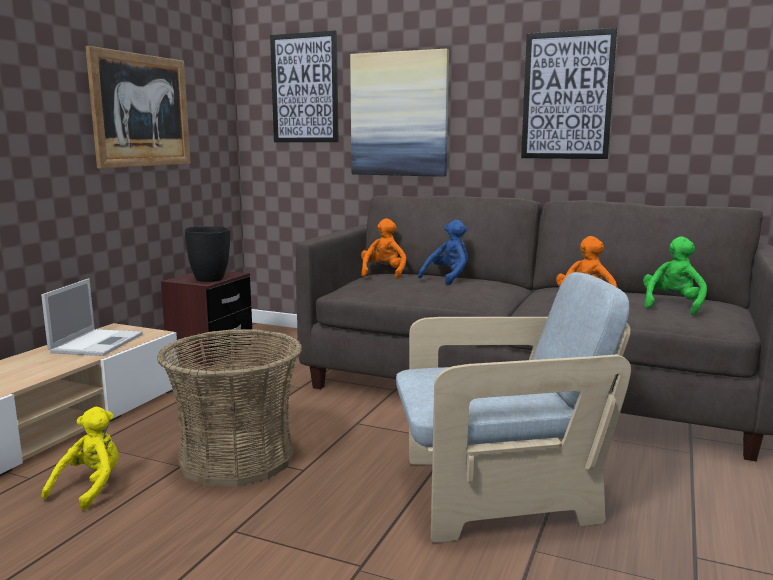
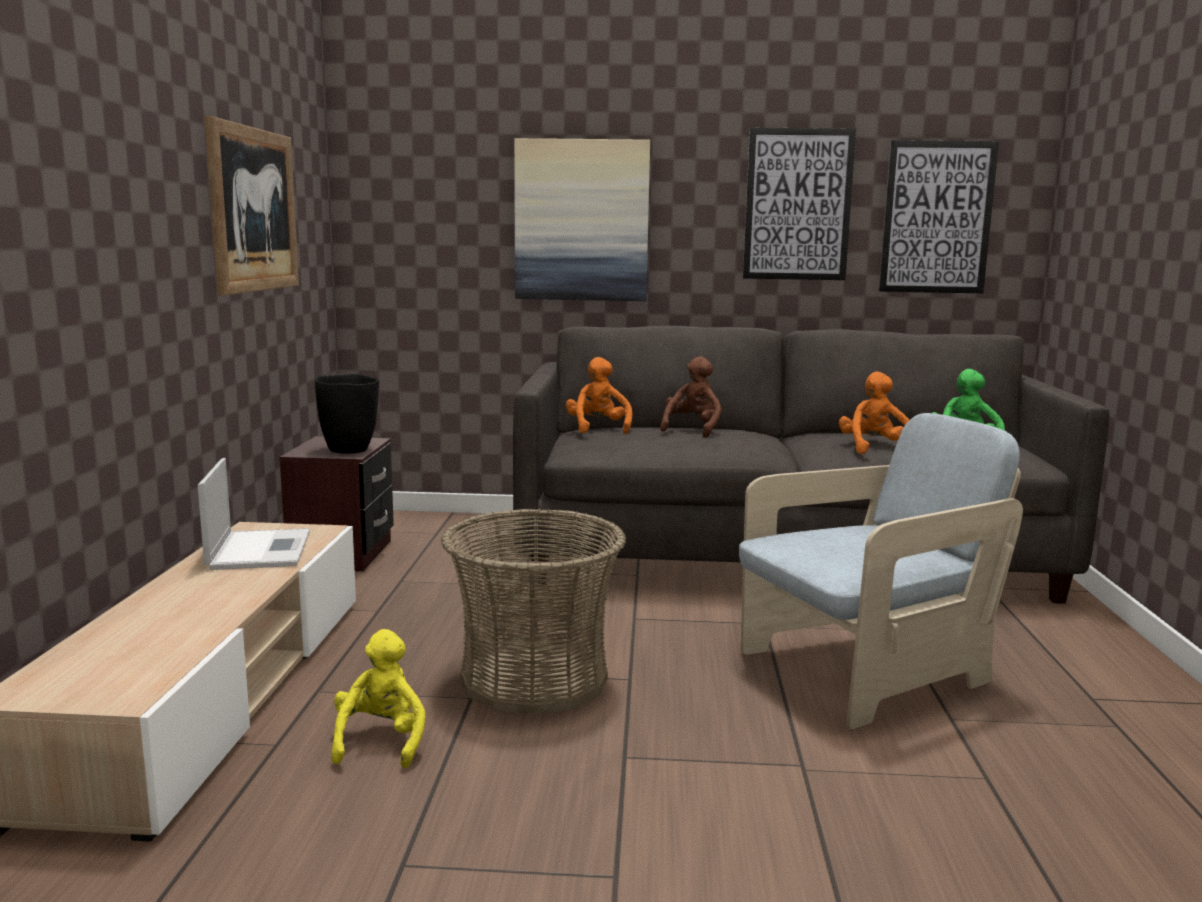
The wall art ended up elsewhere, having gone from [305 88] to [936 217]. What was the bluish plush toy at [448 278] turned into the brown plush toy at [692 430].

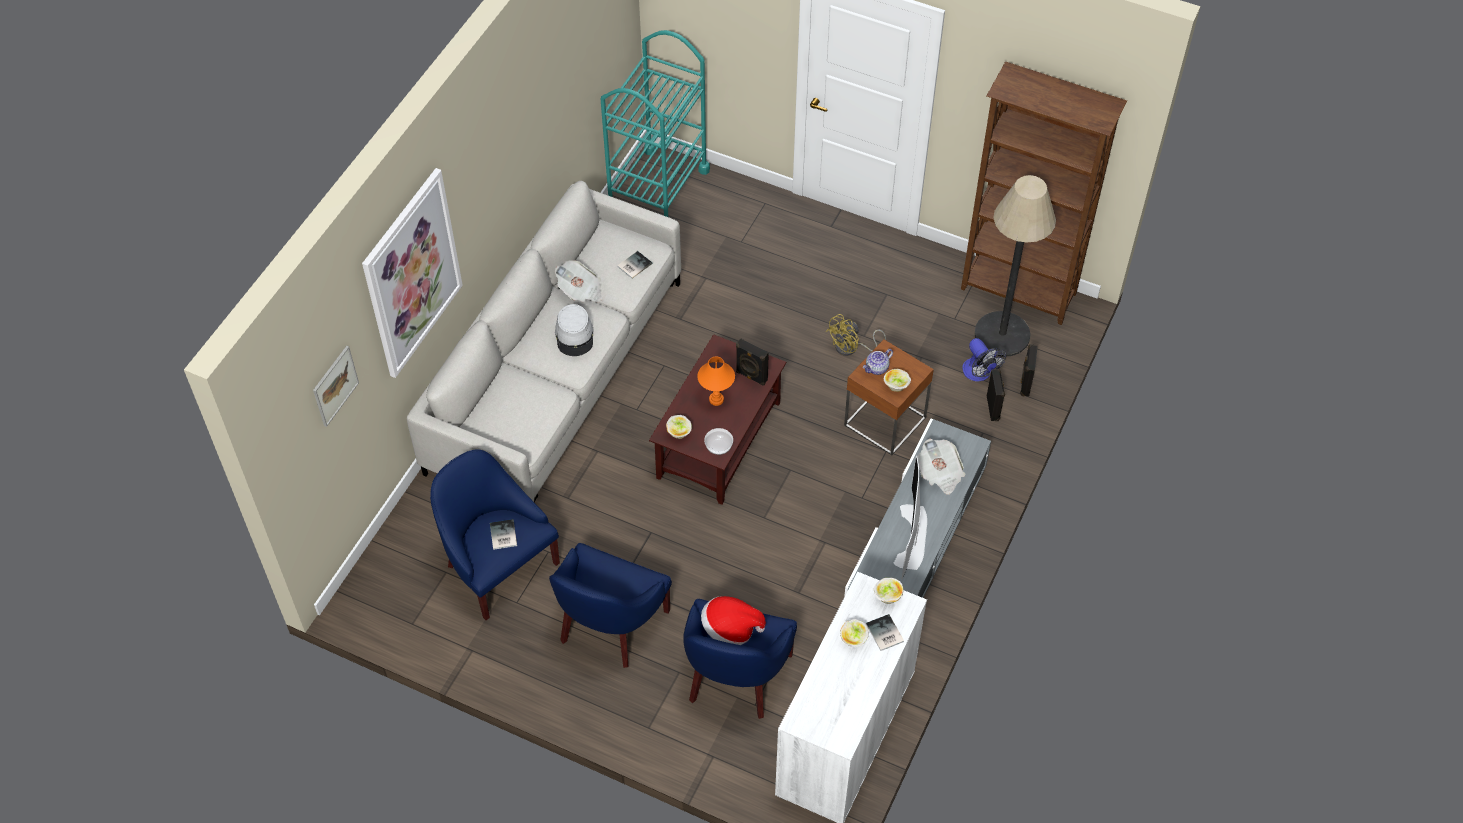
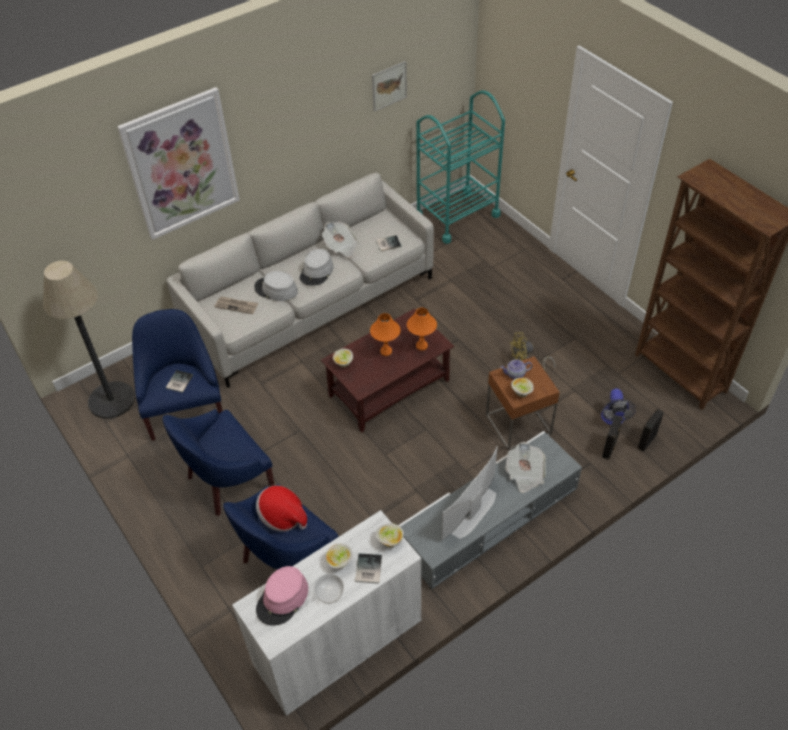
The second view gained the newspaper at [237 306]. The second view gained the grey wearable hat at [276 289]. The second view gained the pink wearable hat at [282 599]. The wall art ended up elsewhere, having gone from [335 385] to [389 86]. The deep dish ended up elsewhere, having gone from [718 446] to [329 592]. The standard lamp ended up elsewhere, having gone from [1002 334] to [111 400]. Where the blackish loudspeaker stood at [751 376], the orangey table lamp came to stand at [421 346].

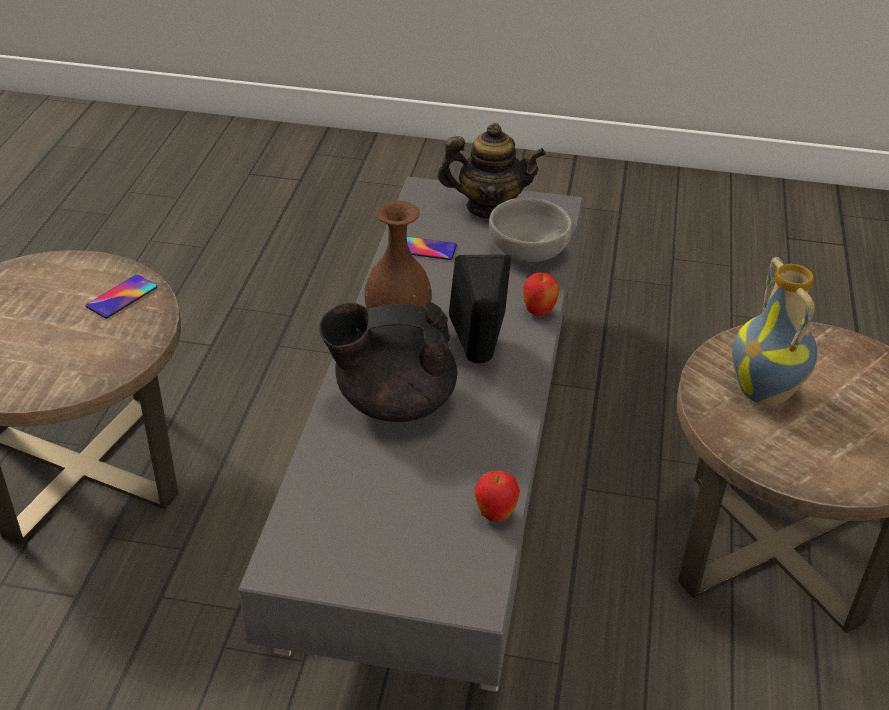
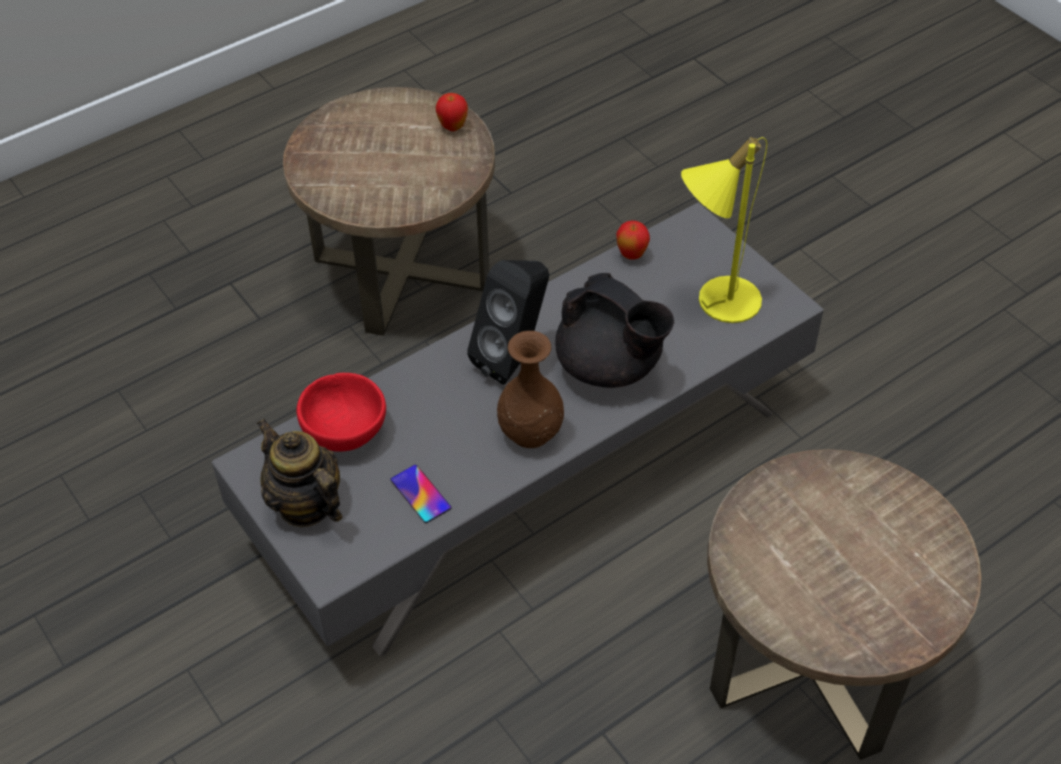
The second view lost the phone at [122 297]. The second view lost the flower vase at [766 392]. The second view gained the yellow-coloured table lamp at [716 299]. The whole apple ended up elsewhere, having gone from [538 312] to [452 127]. What was the grey deep dish at [528 250] turned into the red-coloured deep dish at [343 432].

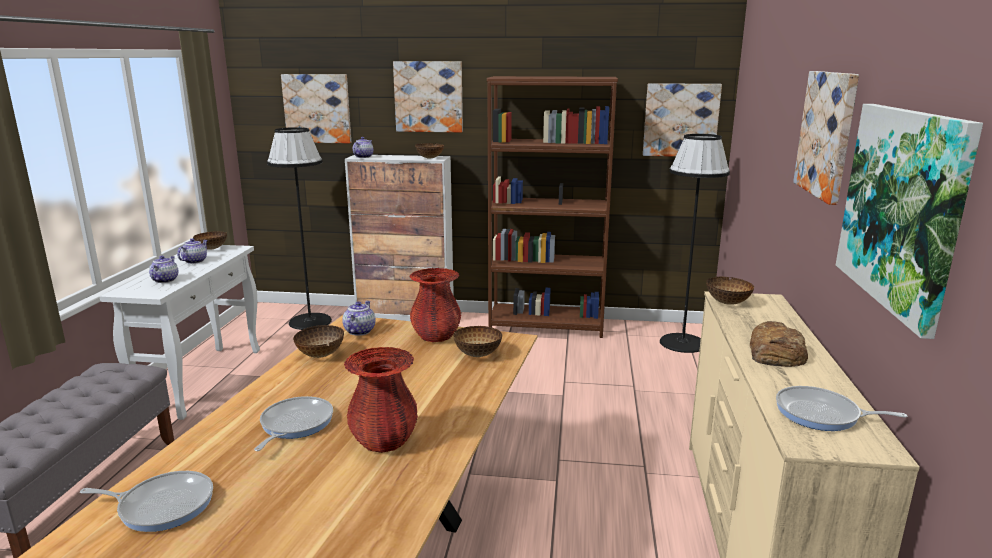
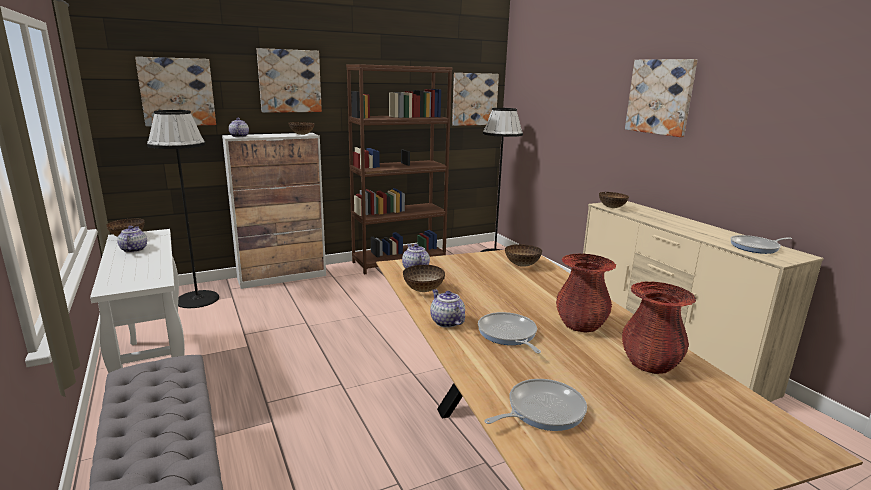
The second view lost the bread at [775 353]. The second view lost the wall art at [902 208]. The pot for tea ended up elsewhere, having gone from [165 280] to [446 322]. The red-coloured flower vase ended up elsewhere, having gone from [436 336] to [649 364].

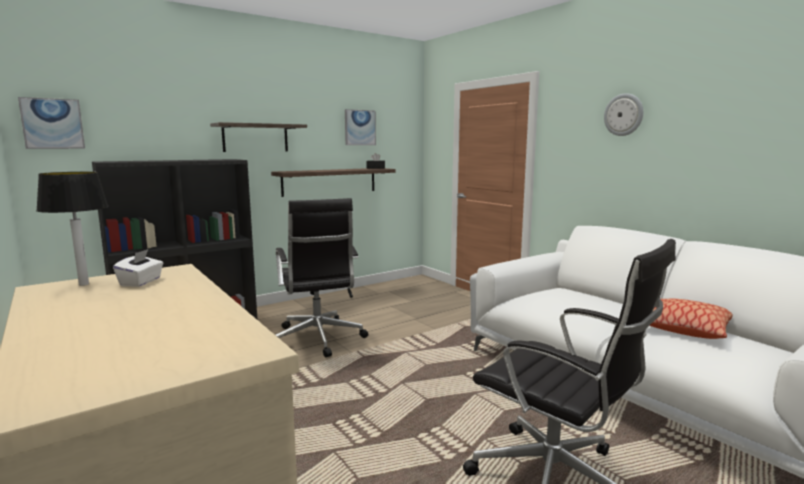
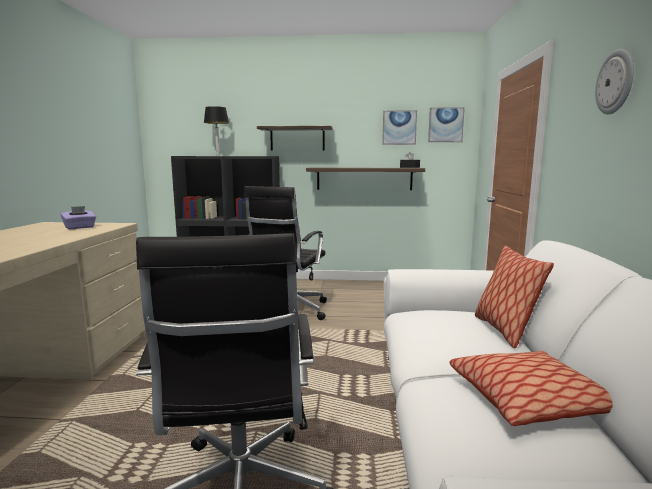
The second view gained the throw pillow at [504 330]. The wall art ended up elsewhere, having gone from [52 123] to [445 125]. The table lamp ended up elsewhere, having gone from [84 284] to [218 156]. What was the whitish tissue holder at [141 282] turned into the purplish tissue holder at [80 227].

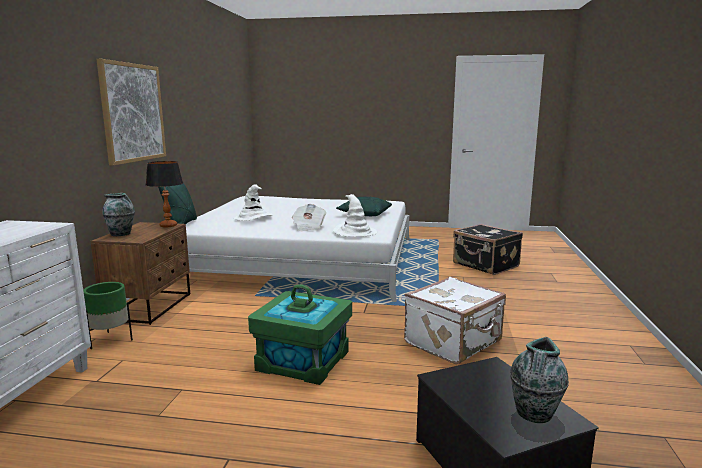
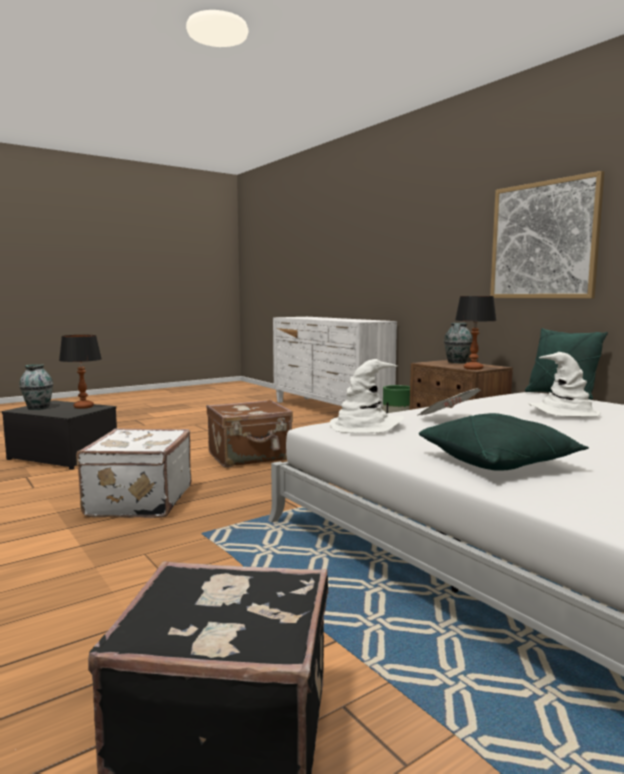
The second view gained the table lamp at [83 407]. Where the green storage bin stood at [303 361], the brown piece of luggage came to stand at [250 457].

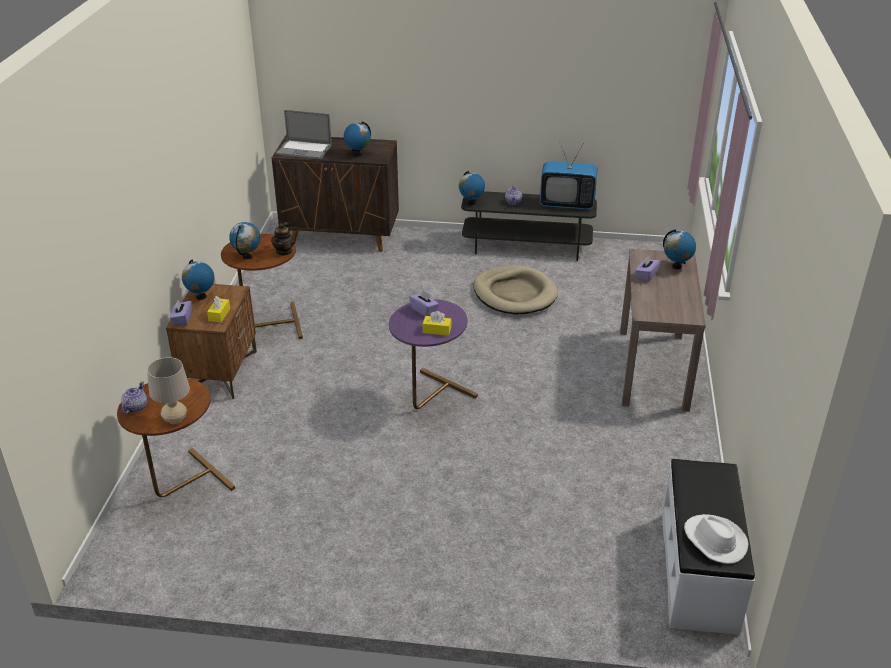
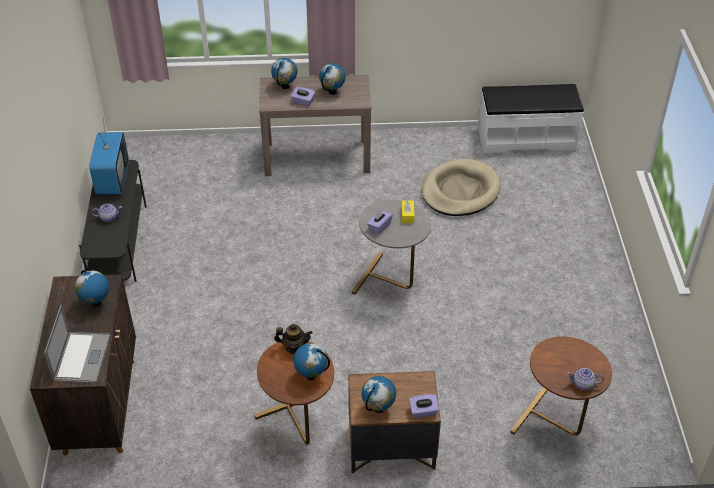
The second view lost the beige-coloured table lamp at [175 419]. The second view lost the yellow-coloured tissue holder at [219 314]. The second view lost the whitish wearable hat at [714 540]. The desk globe ended up elsewhere, having gone from [471 203] to [332 92]. The beige-coloured dog cushion ended up elsewhere, having gone from [515 294] to [460 191]. What was the purplish end table at [429 399] turned into the grey end table at [391 283].

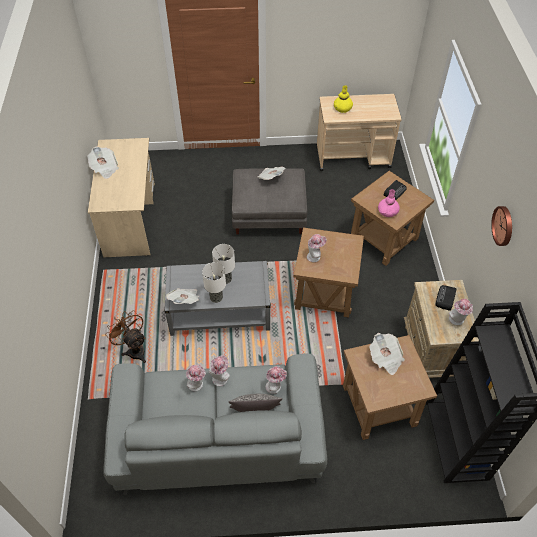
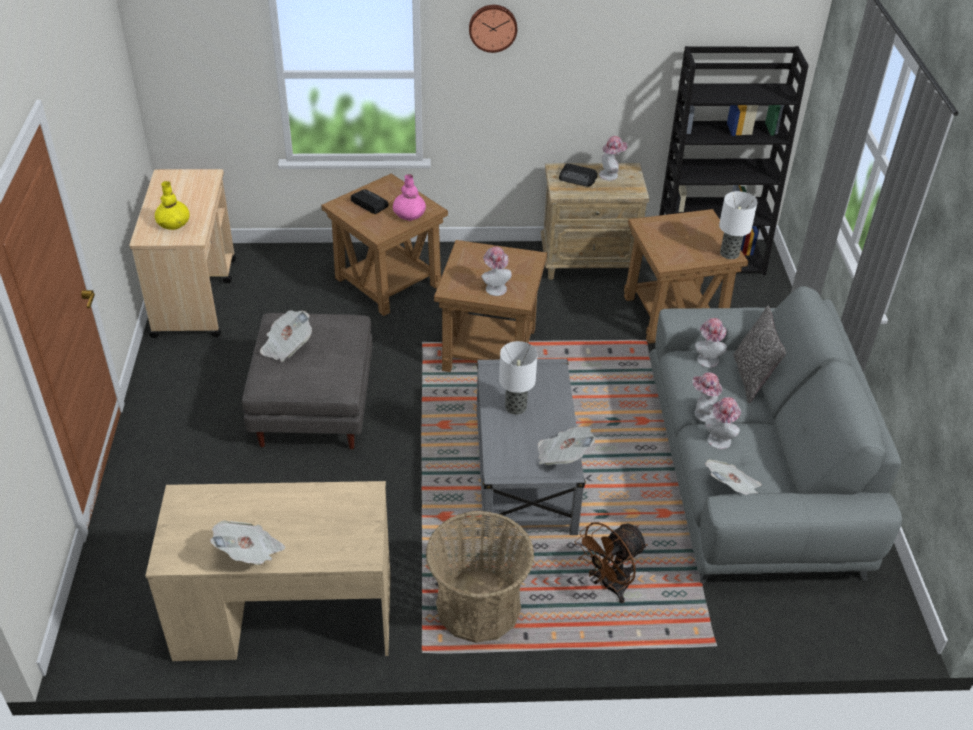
The second view gained the household basket at [478 607]. The table lamp ended up elsewhere, having gone from [216 297] to [729 253]. The newspaper ended up elsewhere, having gone from [385 358] to [732 488]. The hanging clock ended up elsewhere, having gone from [503 226] to [492 27].

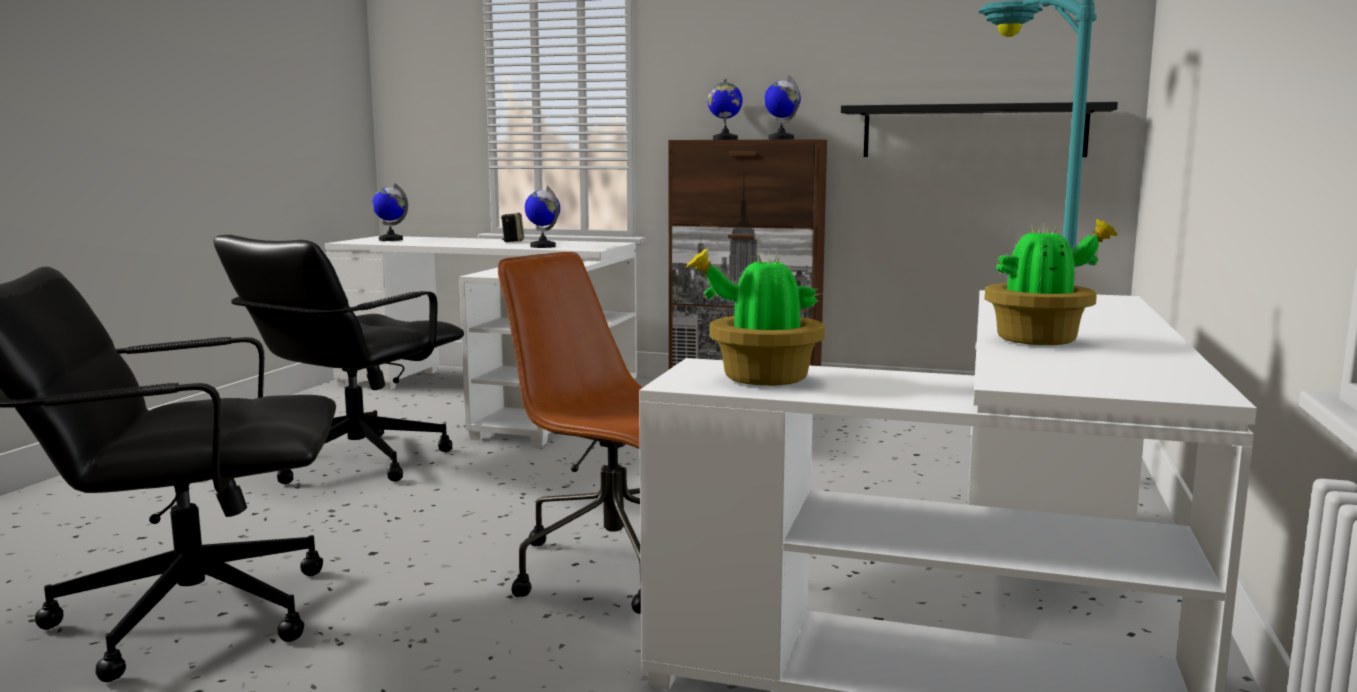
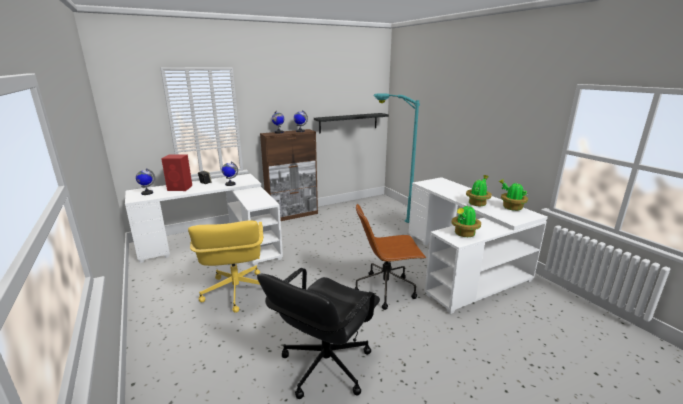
The second view gained the red-coloured loudspeaker at [180 188]. The second view gained the potted plant at [511 207]. What was the blackish desk chair at [354 461] turned into the yellow-coloured desk chair at [236 292].

